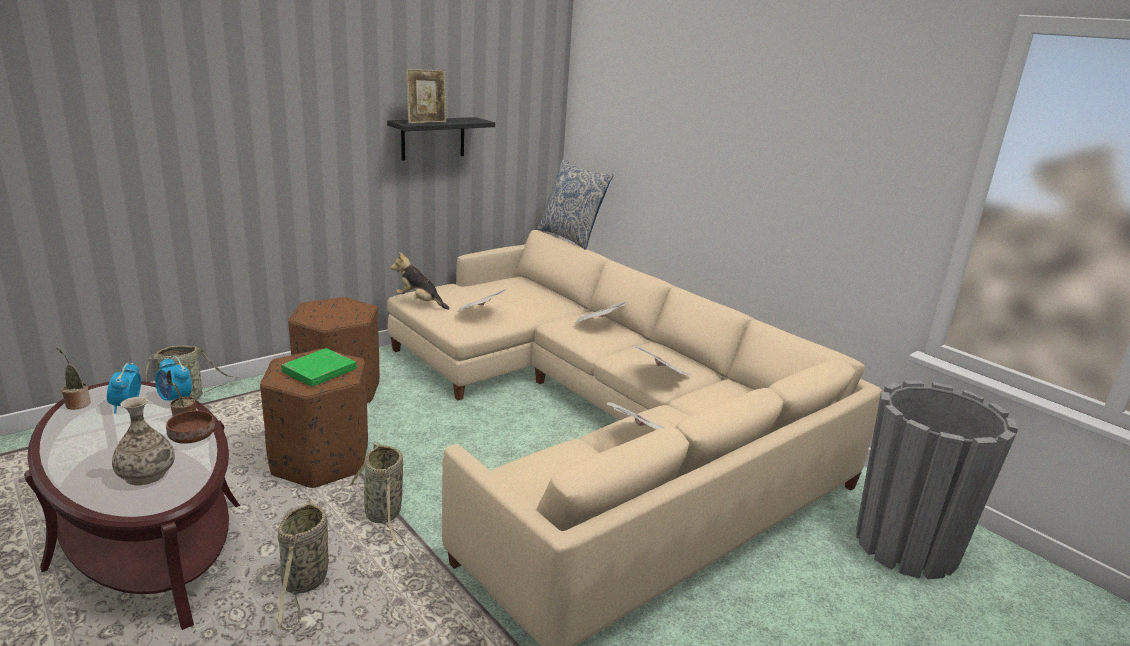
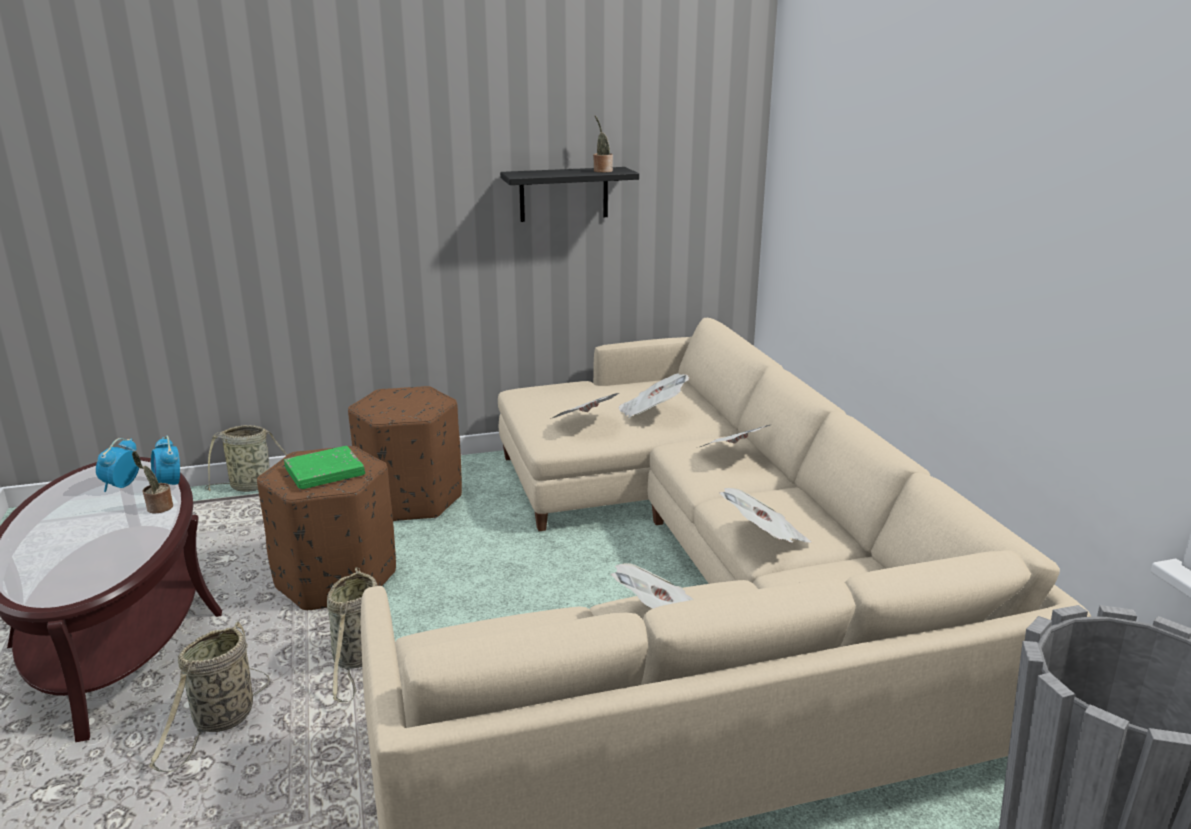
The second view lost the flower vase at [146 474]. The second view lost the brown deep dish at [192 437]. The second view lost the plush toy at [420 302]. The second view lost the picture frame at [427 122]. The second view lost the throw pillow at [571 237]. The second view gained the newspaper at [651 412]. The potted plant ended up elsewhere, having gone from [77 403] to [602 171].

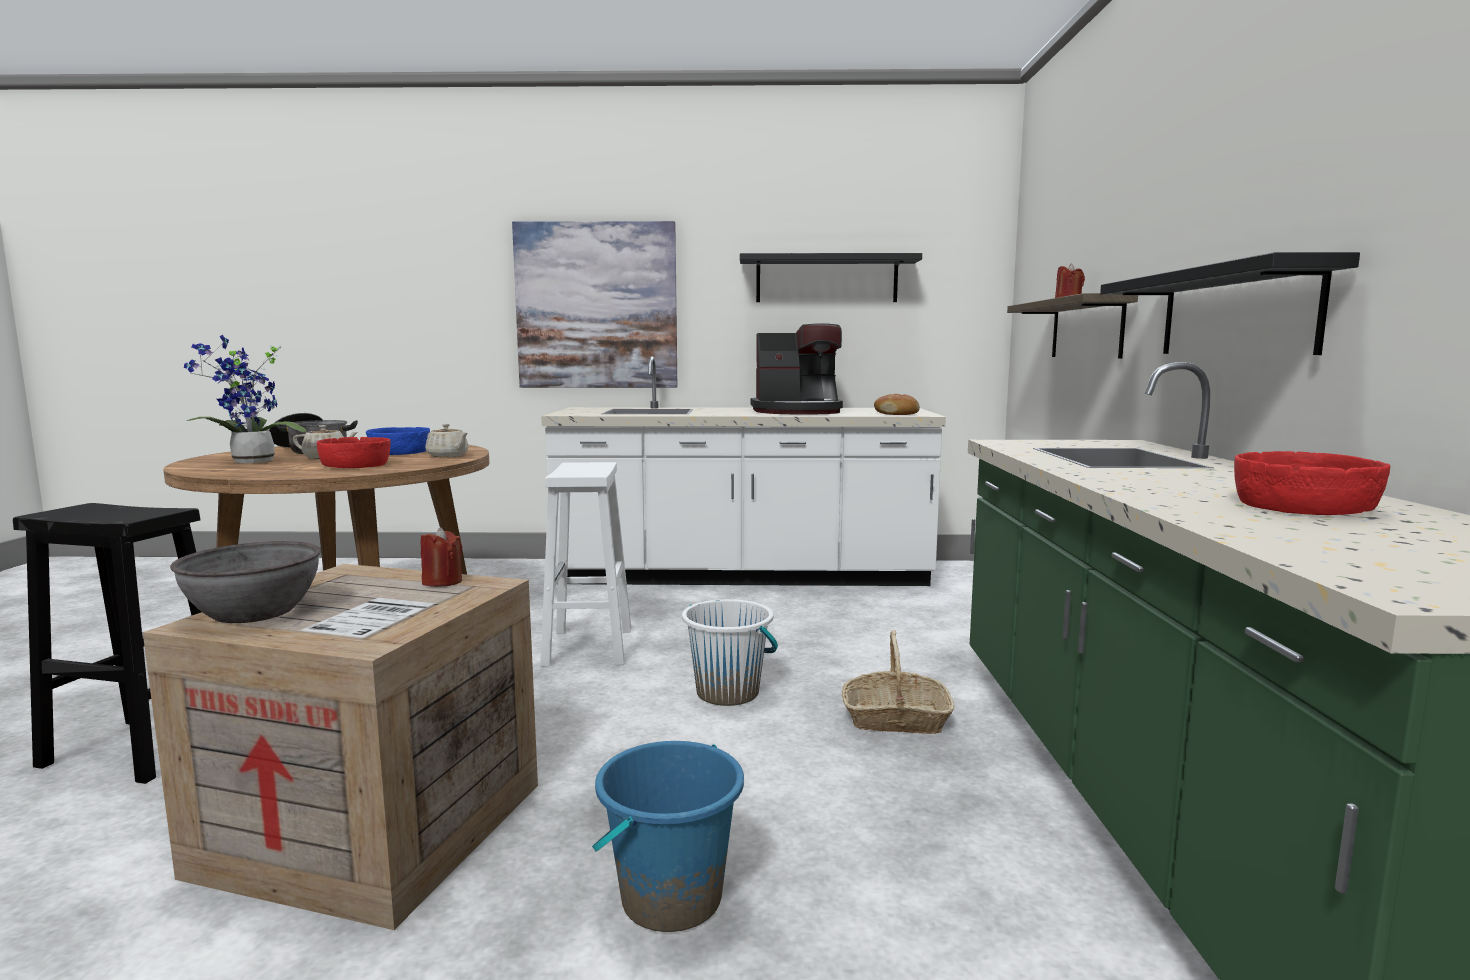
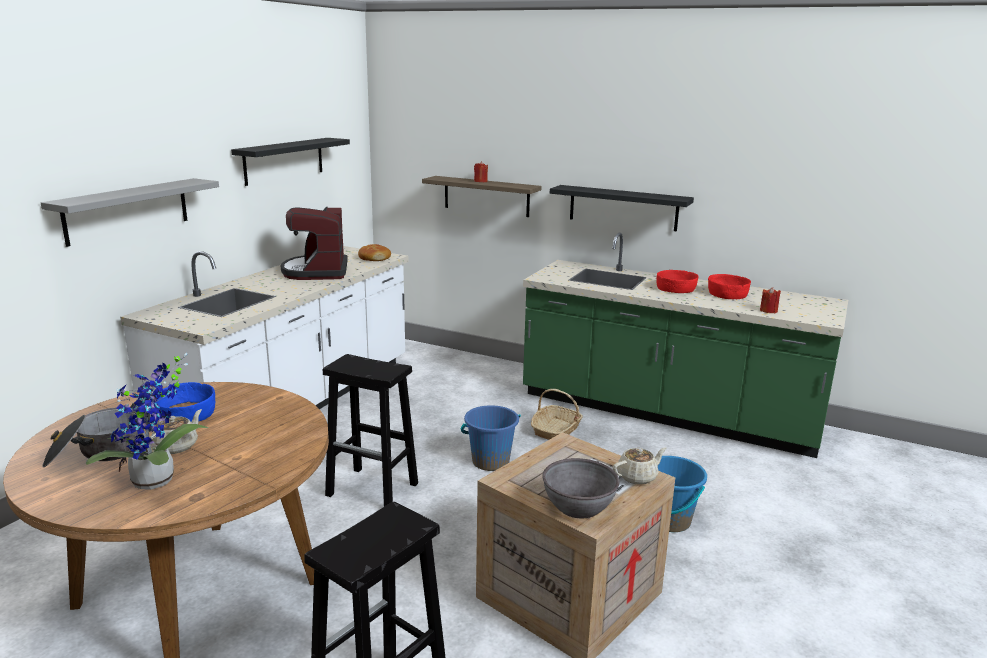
The red-coloured deep dish ended up elsewhere, having gone from [356 465] to [676 289]. The red-coloured wax light ended up elsewhere, having gone from [442 582] to [768 311]. The beige-coloured pot for tea ended up elsewhere, having gone from [448 456] to [637 477]. Where the wall art hung at [596 306], the grey bracket shelf came to hang at [127 211]. What was the whitish stool at [588 647] turned into the blackish stool at [374 489]. What was the whitish pail at [728 693] turned into the bluish pail at [490 461]. The coffee maker at [797 411] ended up facing another way, 150 degrees clockwise from before.

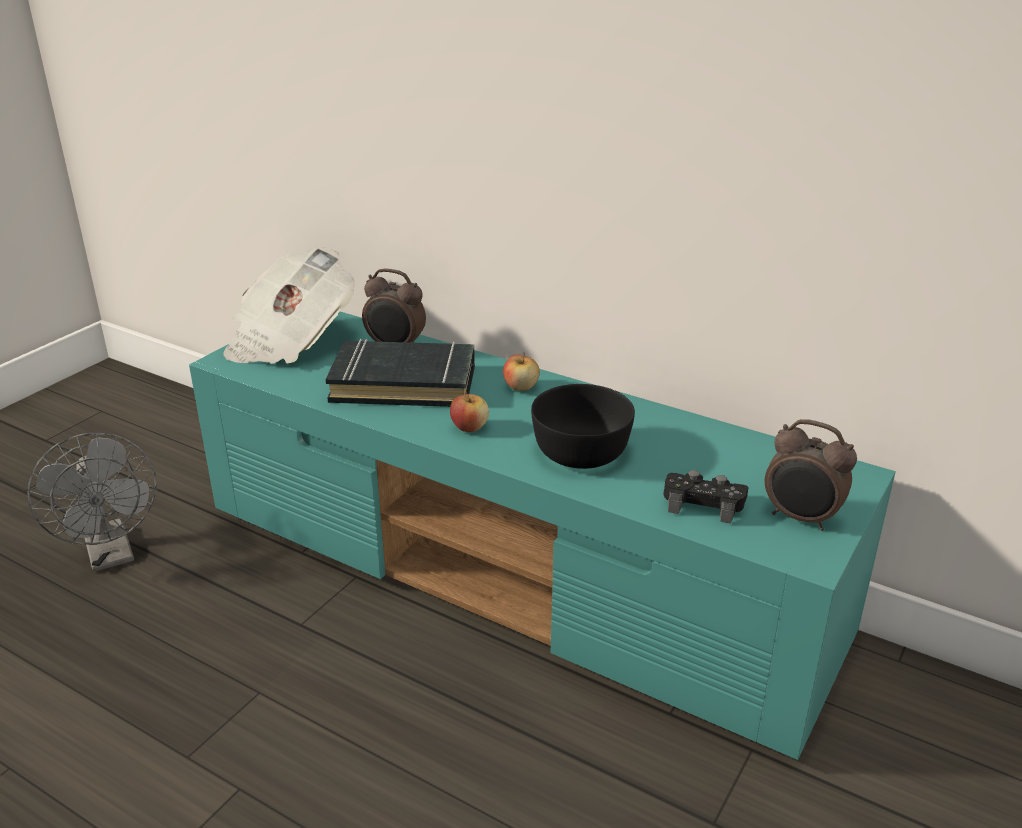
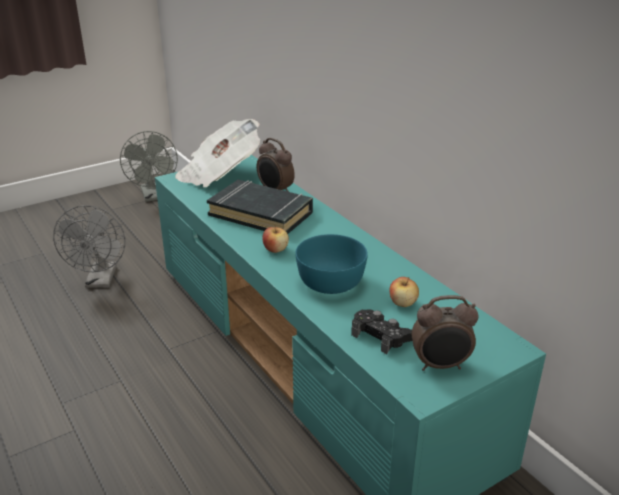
The second view gained the grey fan at [153 196]. The whole apple ended up elsewhere, having gone from [521 387] to [403 303]. What was the blackish deep dish at [580 452] turned into the turquoise deep dish at [330 282]. The bedside clock at [801 518] ended up facing another way, 60 degrees counterclockwise from before.

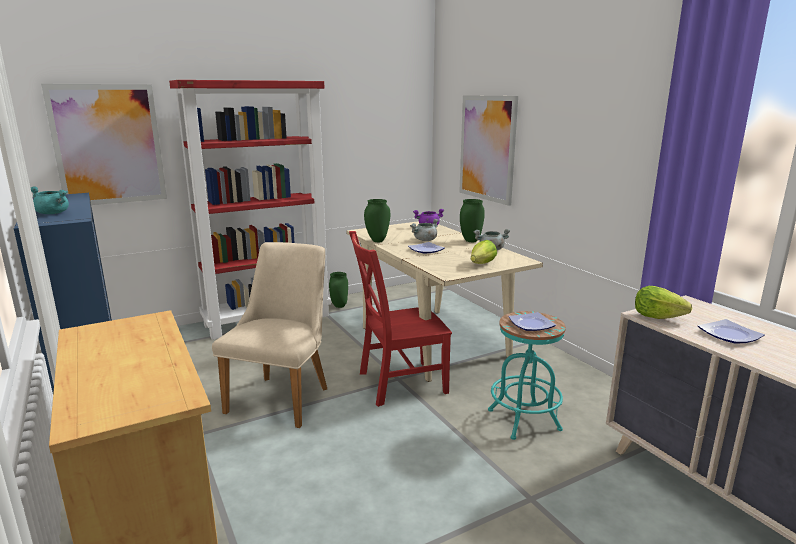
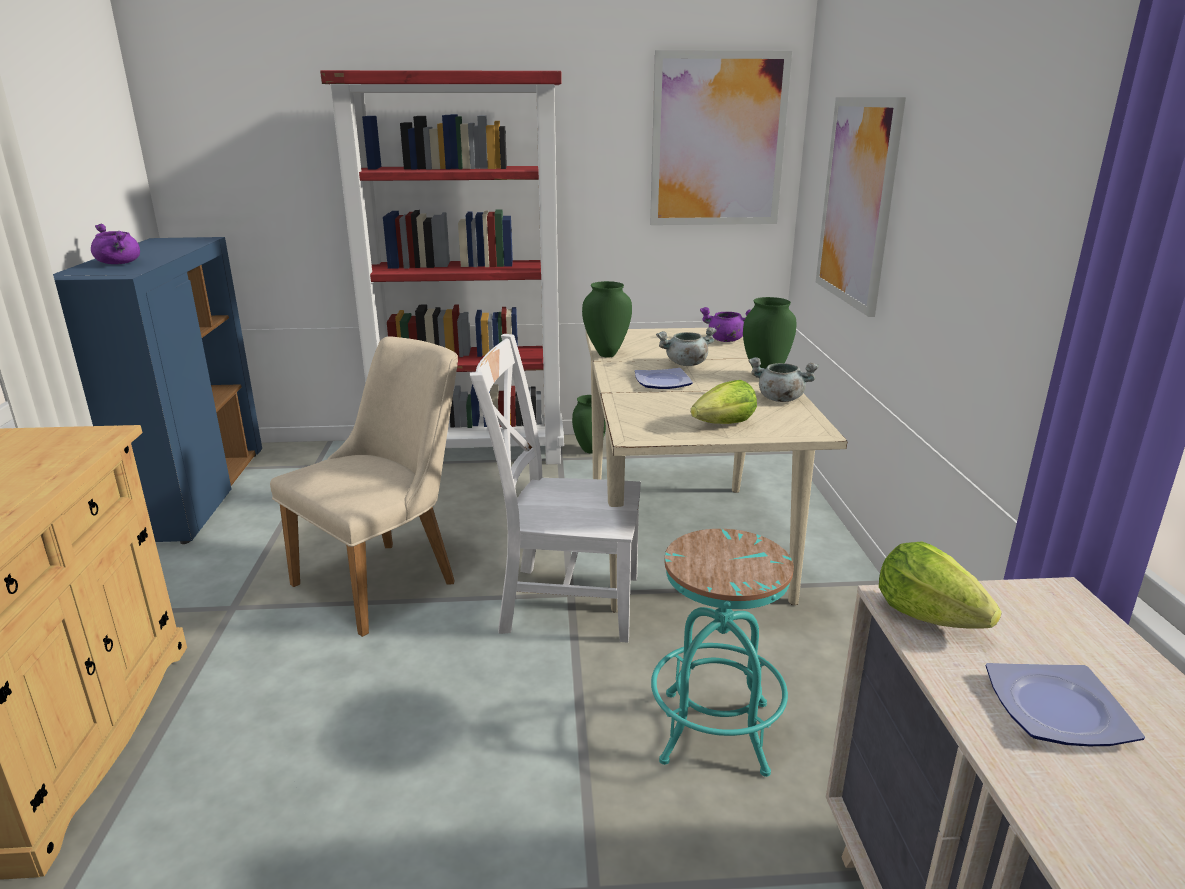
The second view lost the dinner plate at [531 324]. The wall art ended up elsewhere, having gone from [108 145] to [718 140]. What was the turquoise stockpot at [53 213] turned into the purplish stockpot at [120 263]. What was the red-coloured chair at [398 383] turned into the whitish chair at [564 602].

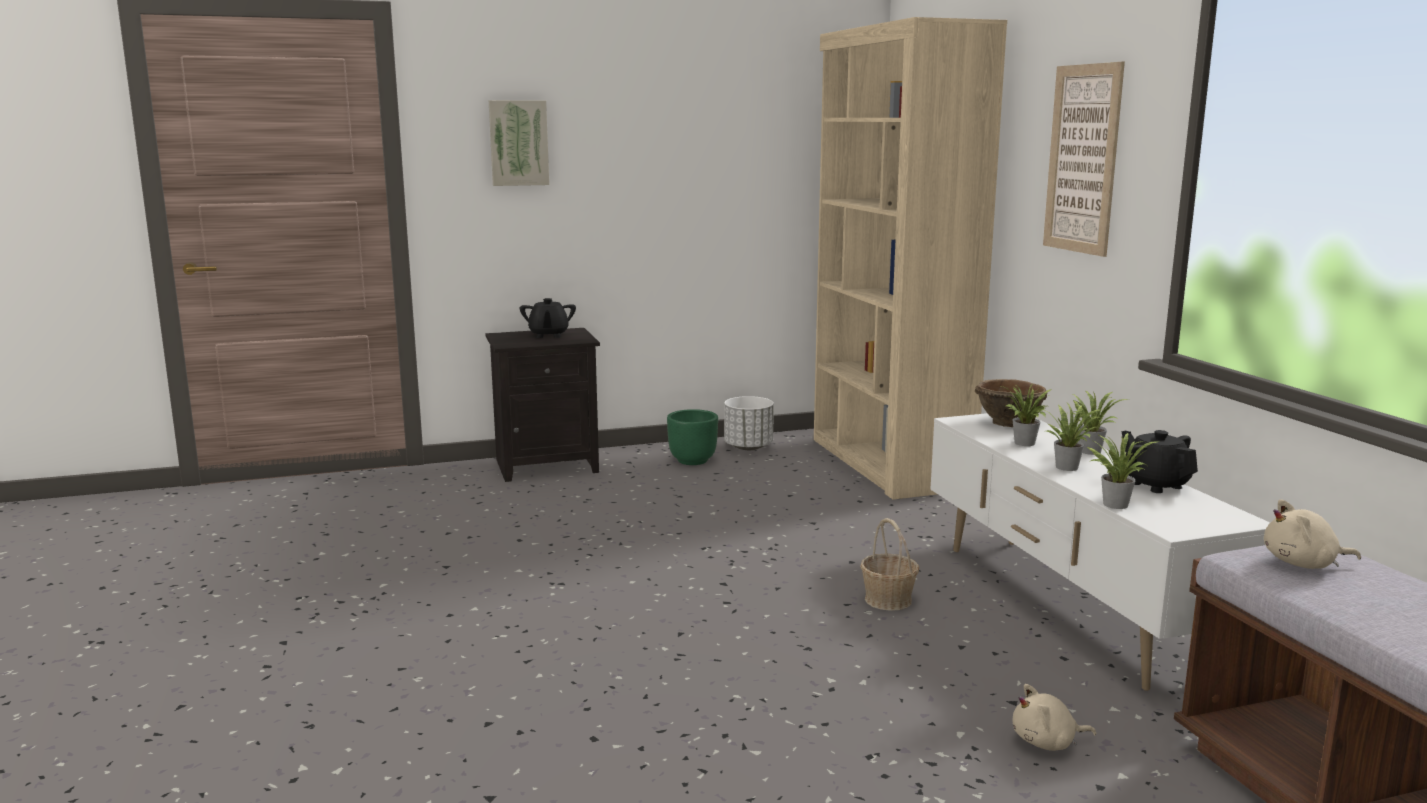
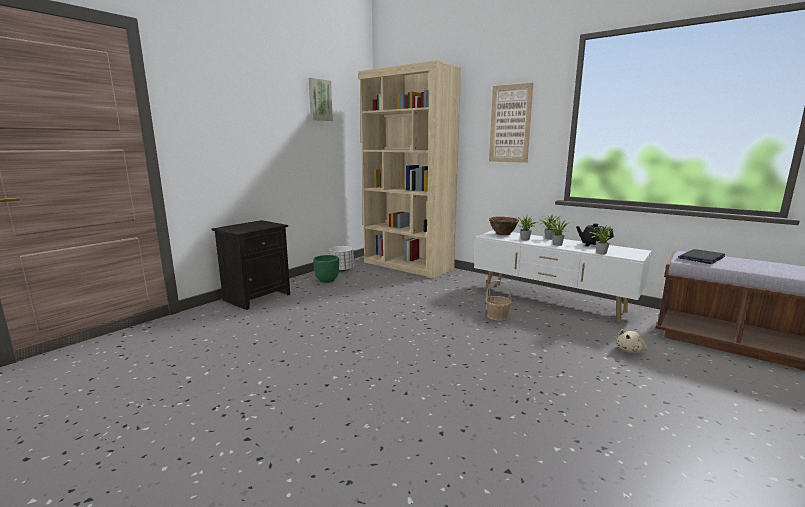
The second view lost the blackish pot for tea at [548 335]. The wall art ended up elsewhere, having gone from [518 143] to [319 100]. Where the beige-coloured plush toy stood at [1303 564], the laptop came to stand at [701 257].

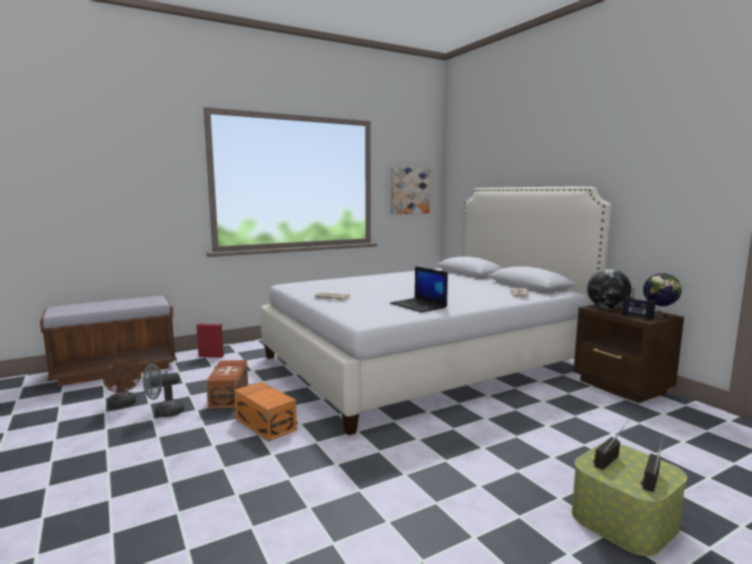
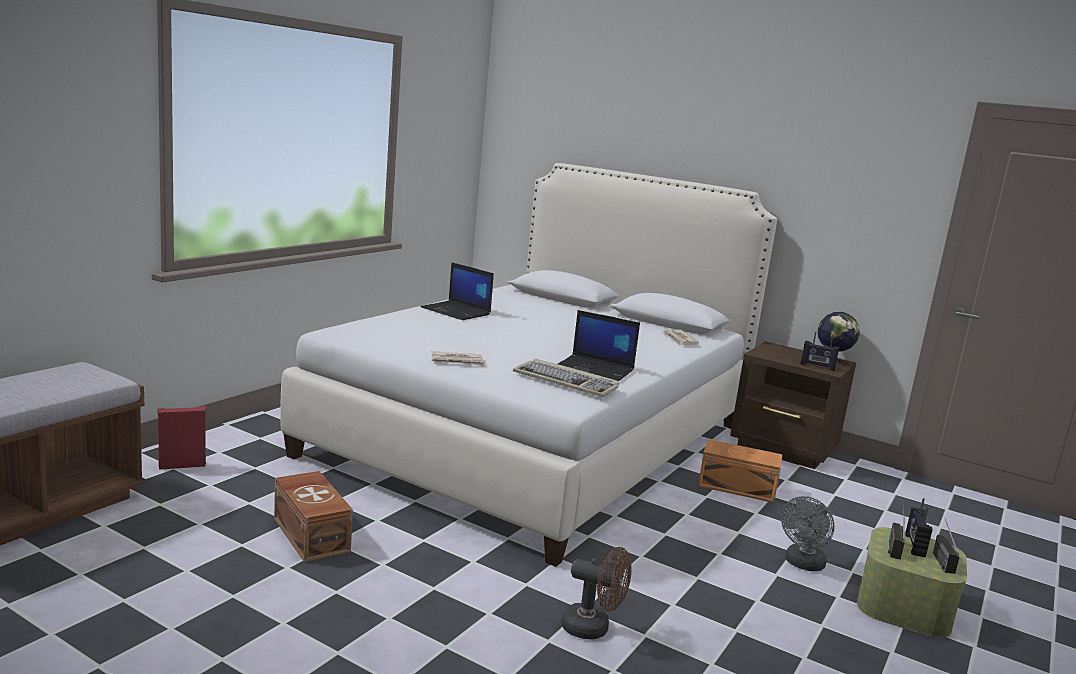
The second view lost the wall art at [410 191]. The second view lost the desk globe at [607 308]. The second view gained the laptop at [457 311]. The second view gained the computer keyboard at [567 382]. The second view gained the radio at [914 545]. The brown fan ended up elsewhere, having gone from [123 404] to [593 628]. The grey fan ended up elsewhere, having gone from [164 413] to [802 564]. The orangey storage bin ended up elsewhere, having gone from [265 423] to [736 486].

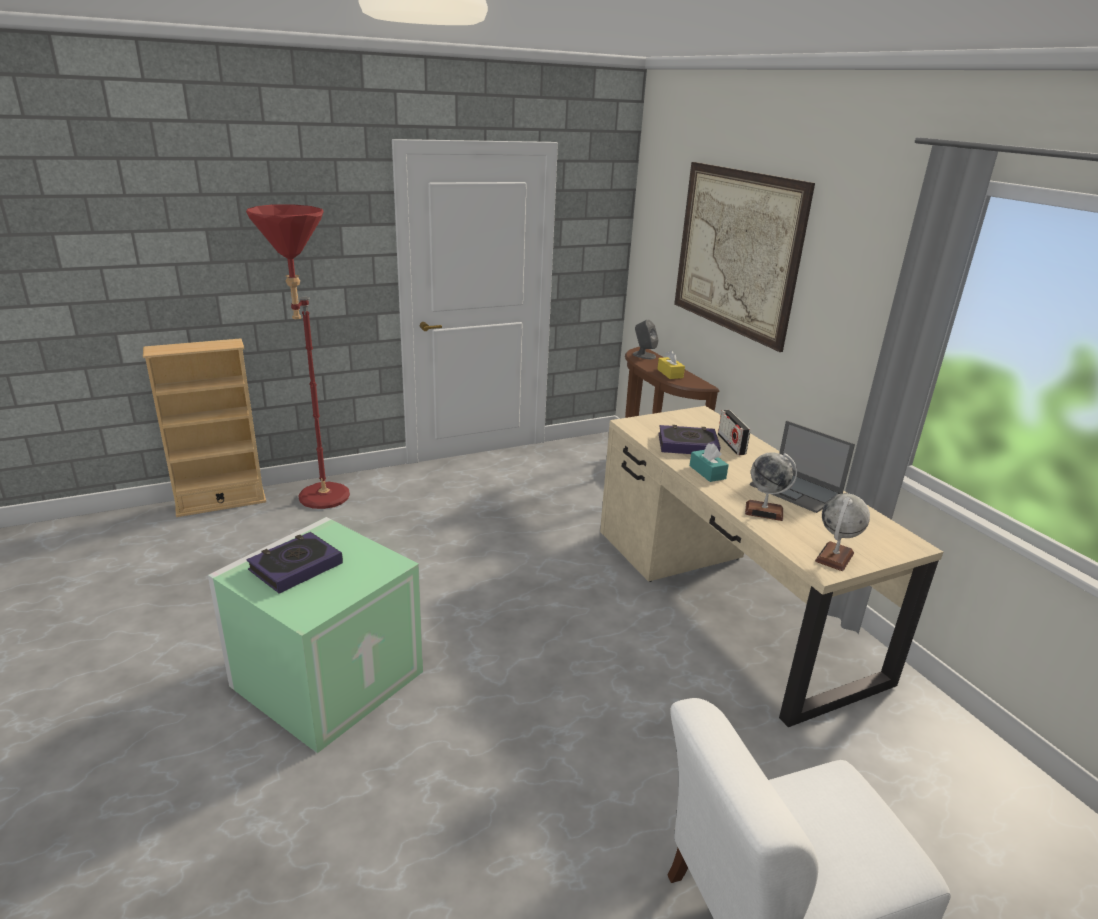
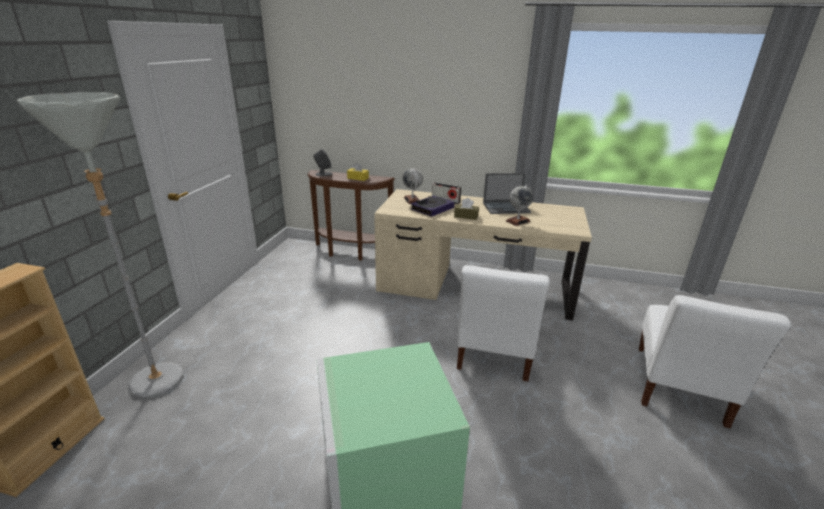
The second view lost the book at [295 567]. The second view lost the wall art at [736 252]. The second view gained the whitish chair at [494 351]. The desk globe ended up elsewhere, having gone from [834 557] to [412 200]. What was the red-coloured standard lamp at [319 502] turned into the grey standard lamp at [159 387]. What was the turquoise tissue holder at [707 472] turned into the brown tissue holder at [466 216].

